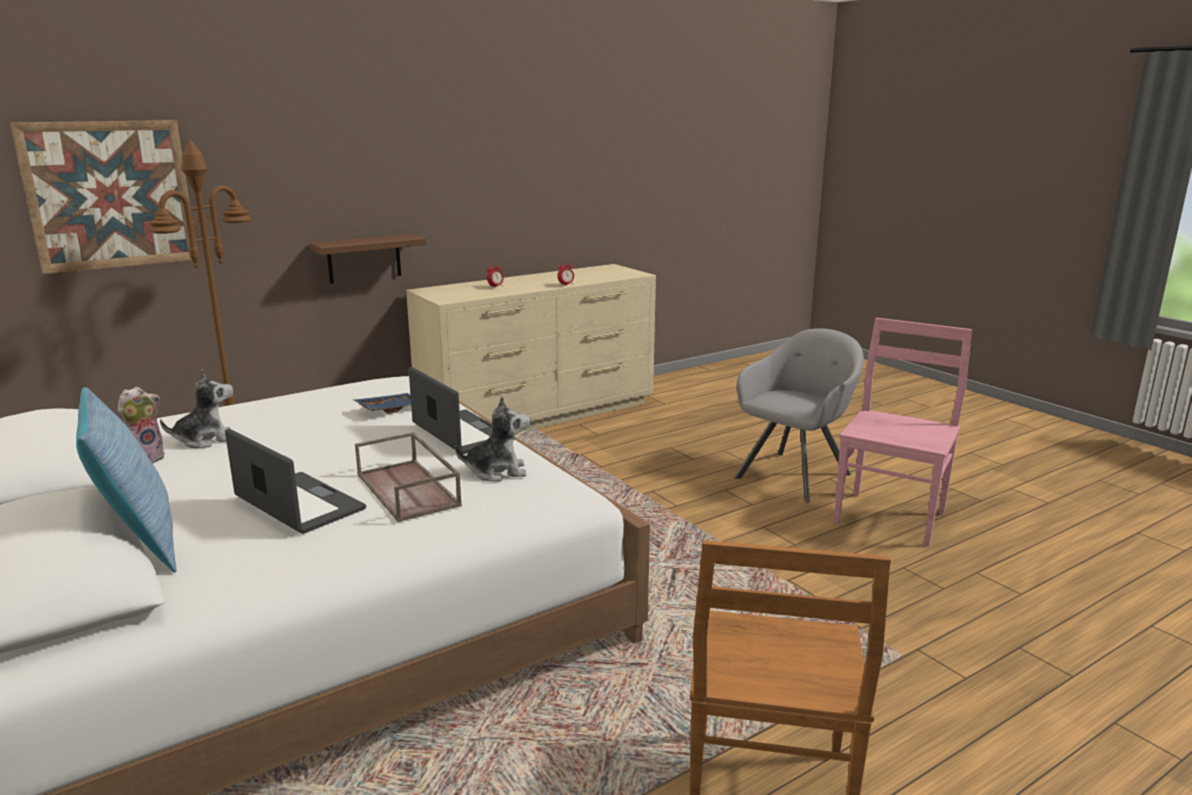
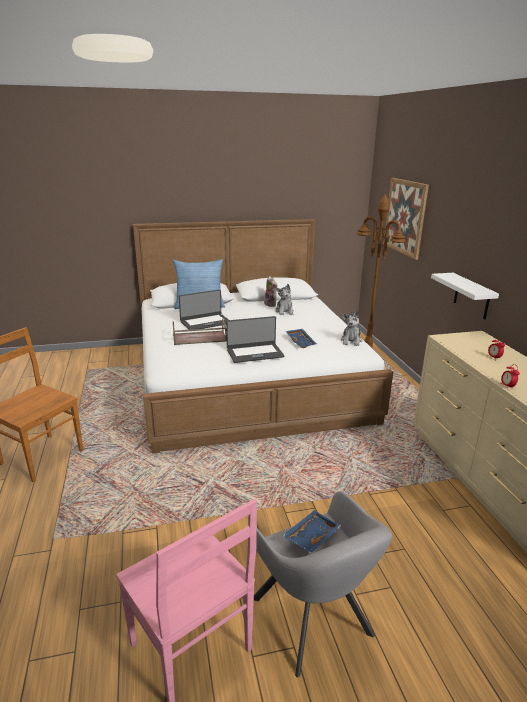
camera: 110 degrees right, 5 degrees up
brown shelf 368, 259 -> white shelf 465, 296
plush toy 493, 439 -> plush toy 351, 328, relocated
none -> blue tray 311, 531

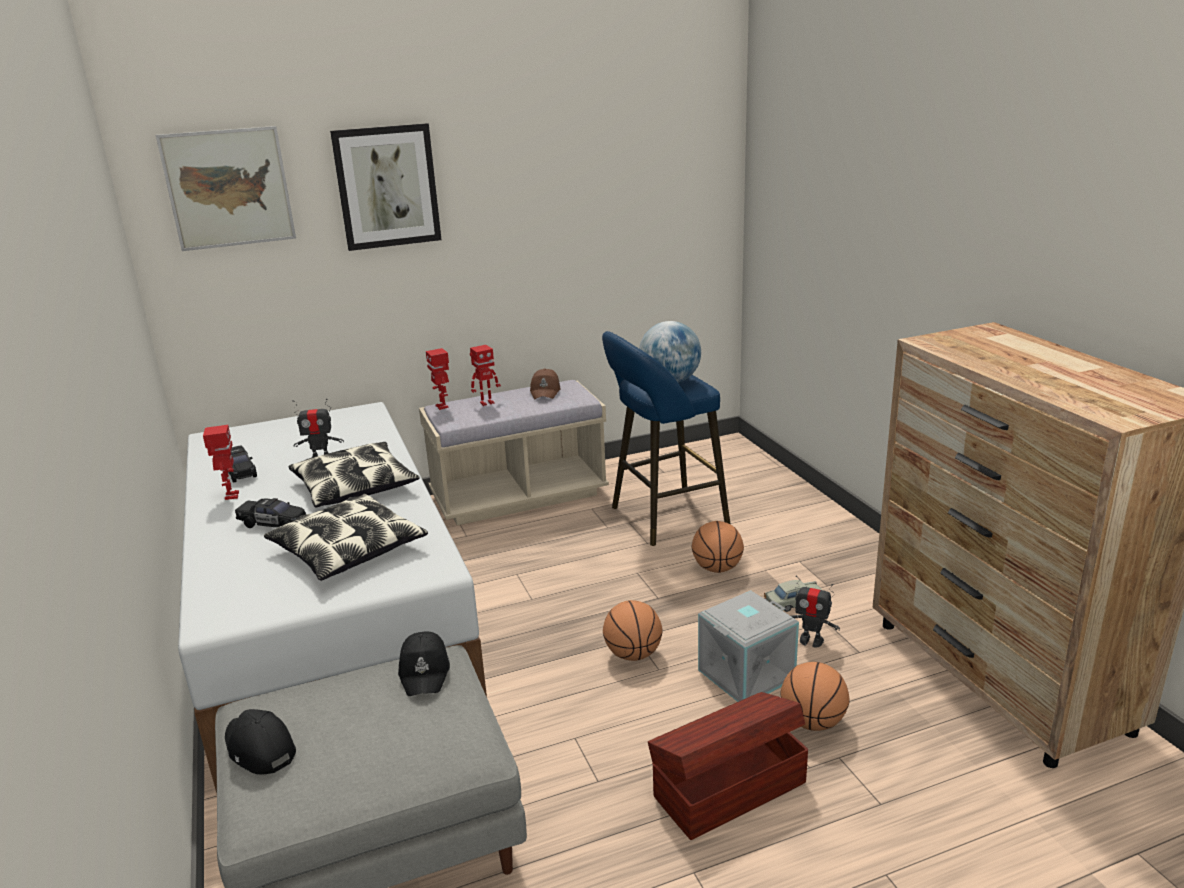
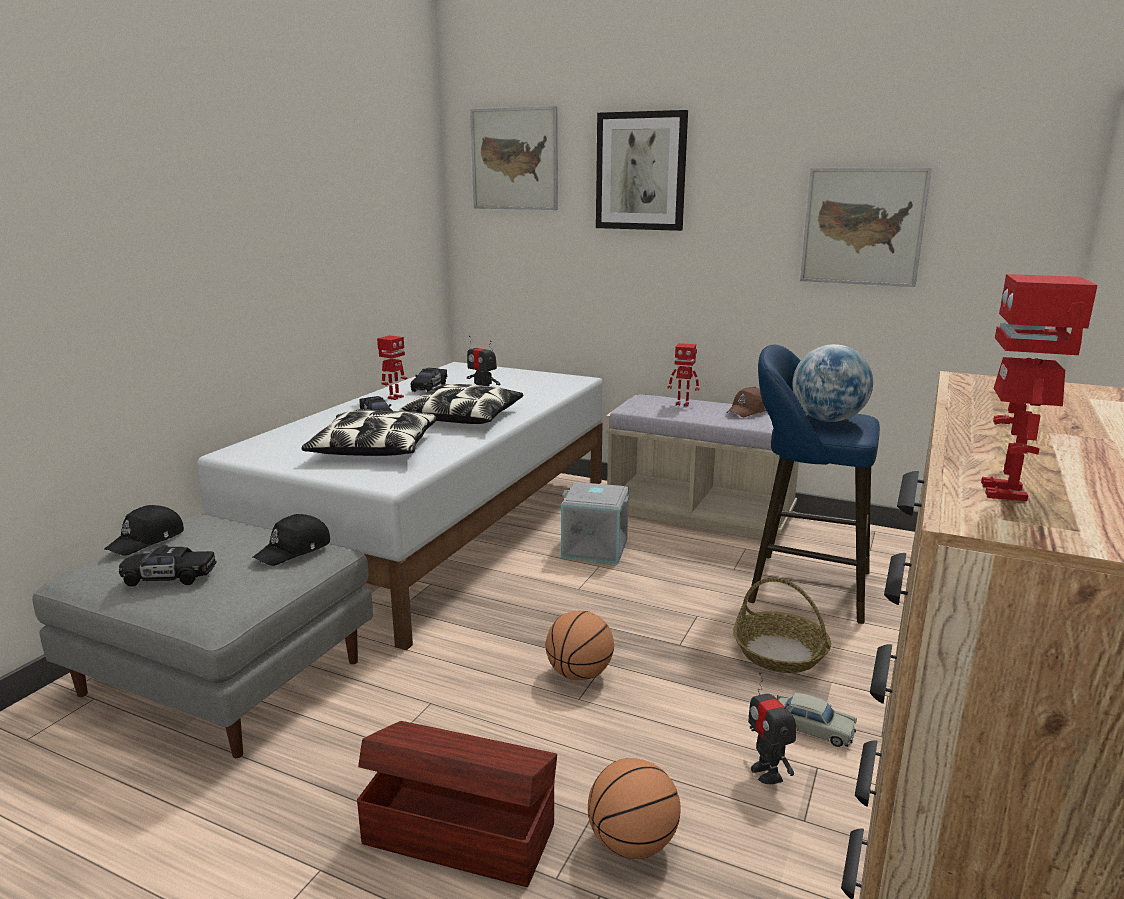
camera: 45 degrees right, 5 degrees down
toy robot 437, 379 -> toy robot 1039, 387, relocated
basketball 718, 547 -> basket 782, 625
grey storage box 748, 646 -> grey storage box 595, 523, relocated
black cap 260, 742 -> black cap 144, 530, 150 degrees counterclockwise
none -> picture 866, 227
none -> black toy car 168, 566

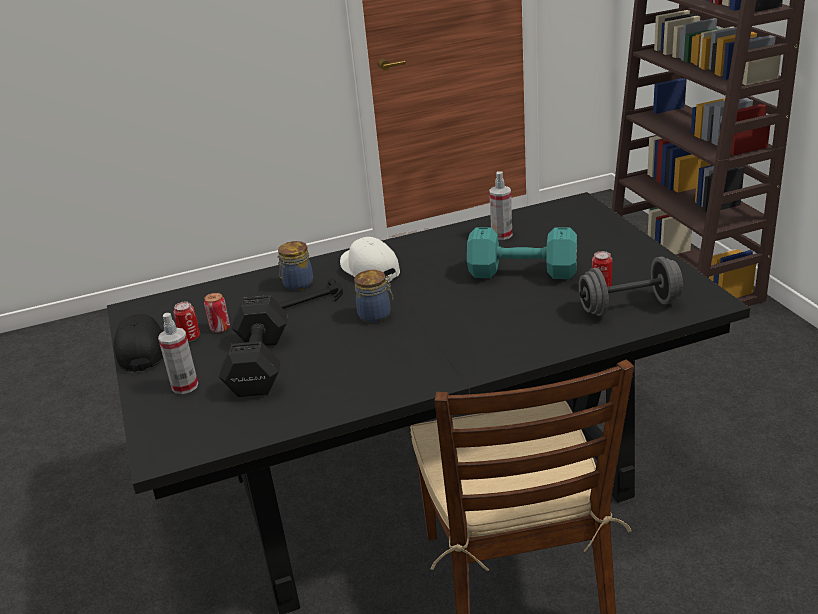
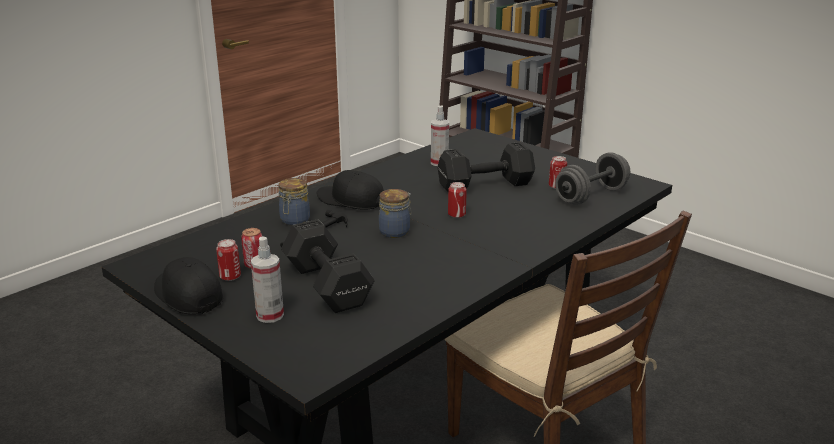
camera: 30 degrees left, 5 degrees down
turquoise dumbbell 522, 253 -> black dumbbell 486, 166
white cap 370, 259 -> black cap 350, 190
none -> can 457, 200

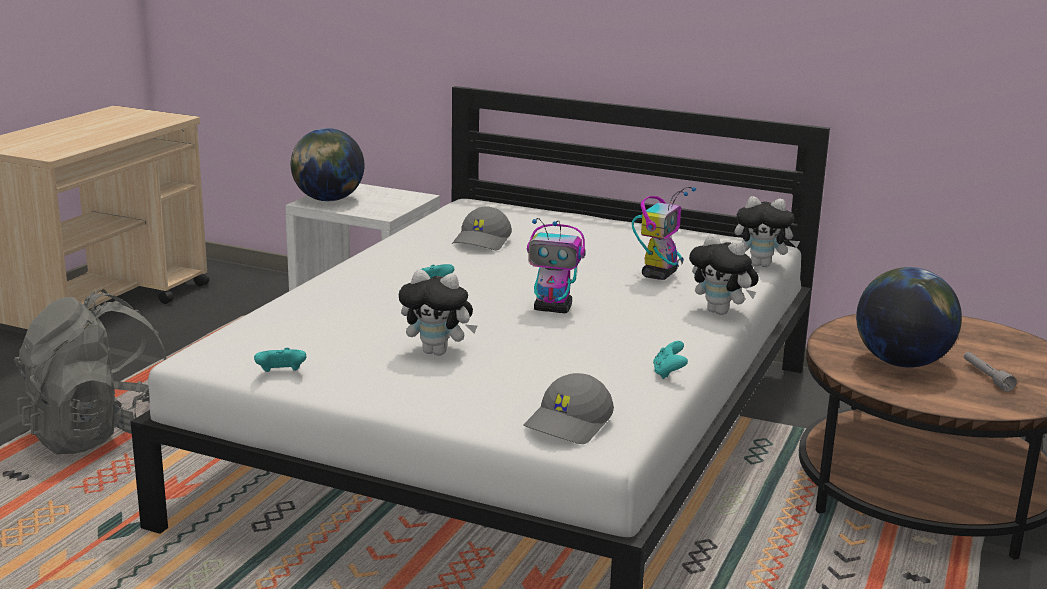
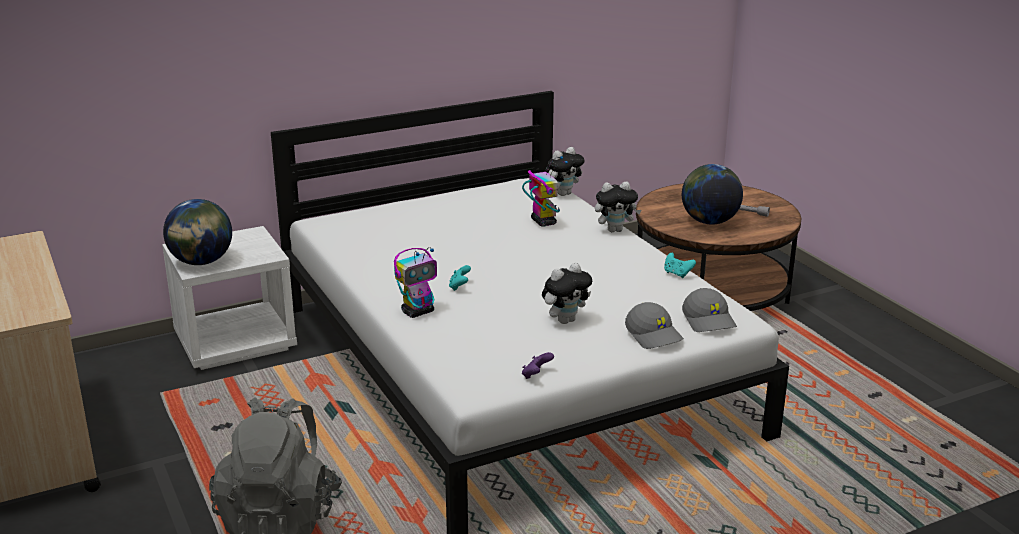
camera: 50 degrees left, 5 degrees up
grey cap 482, 228 -> grey cap 654, 325, relocated
toy robot 556, 265 -> toy robot 415, 282, relocated
turquoise game controller 280, 360 -> purple game controller 538, 365

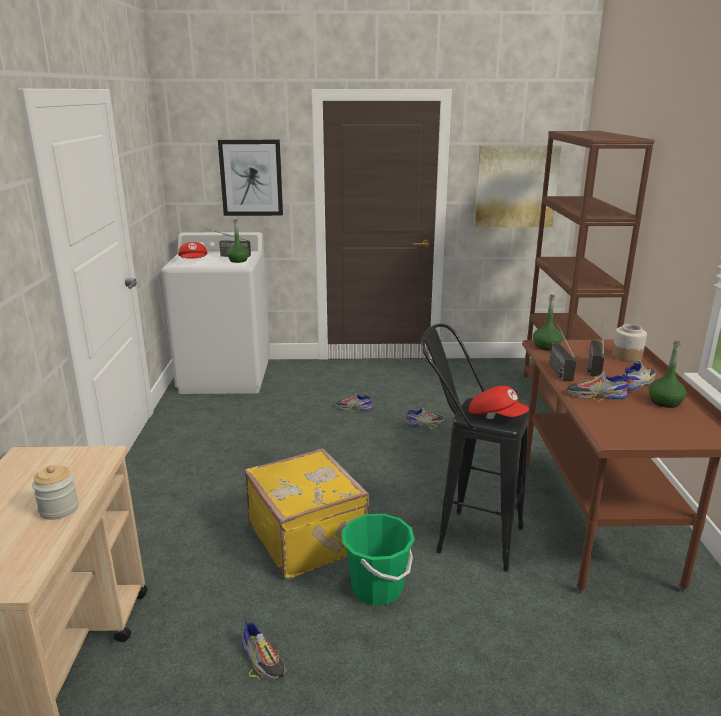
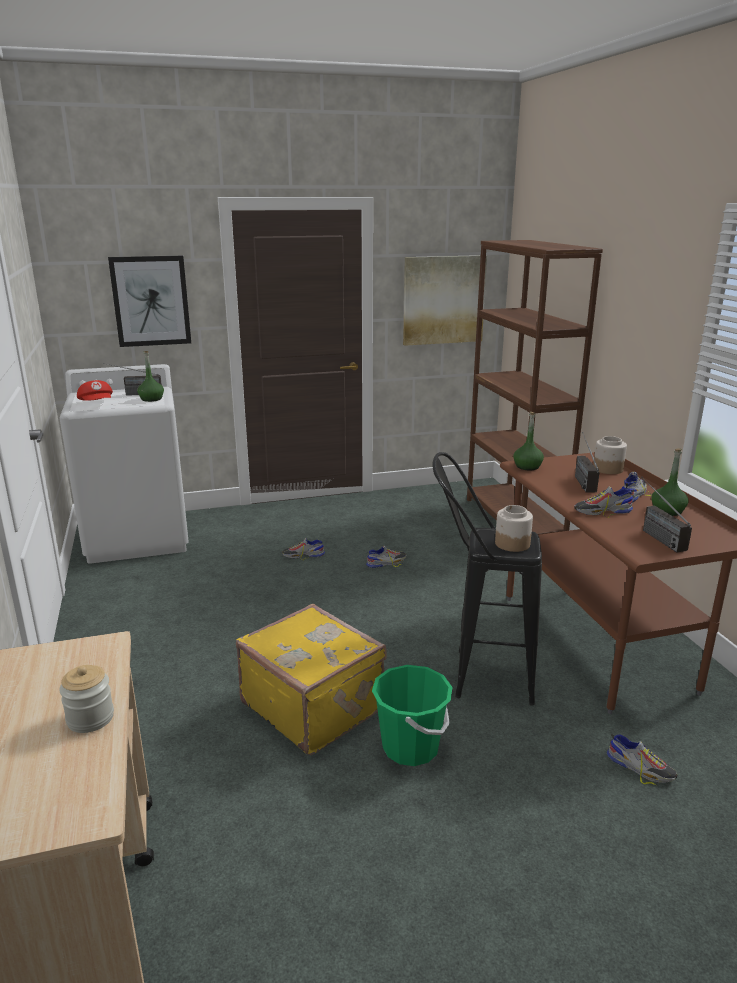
camera: 15 degrees left, 0 degrees up
radio 562, 350 -> radio 666, 515, relocated
red cap 499, 401 -> jar 514, 528
shoe 263, 650 -> shoe 642, 759, relocated

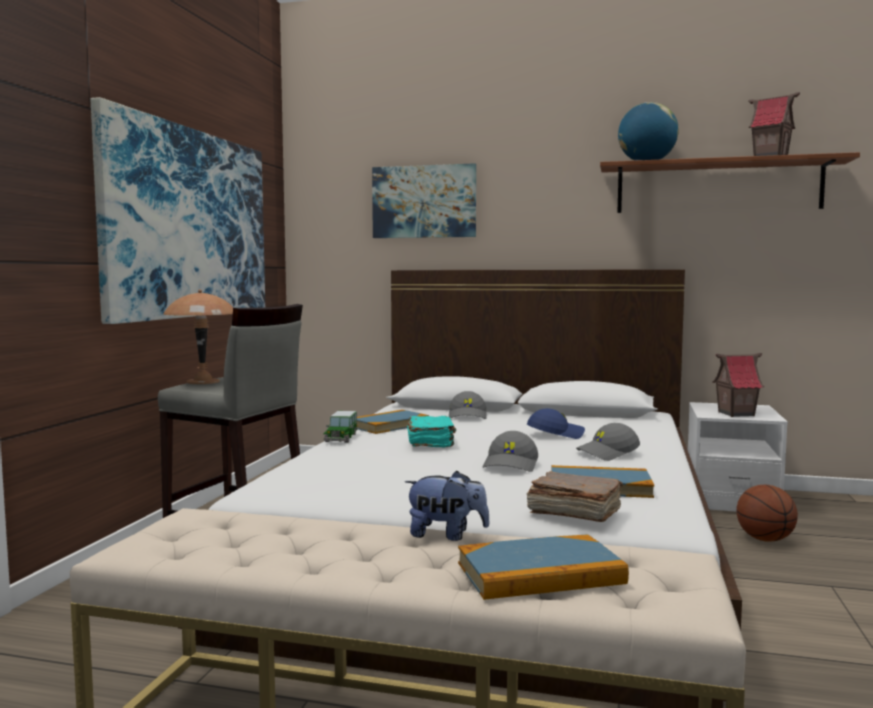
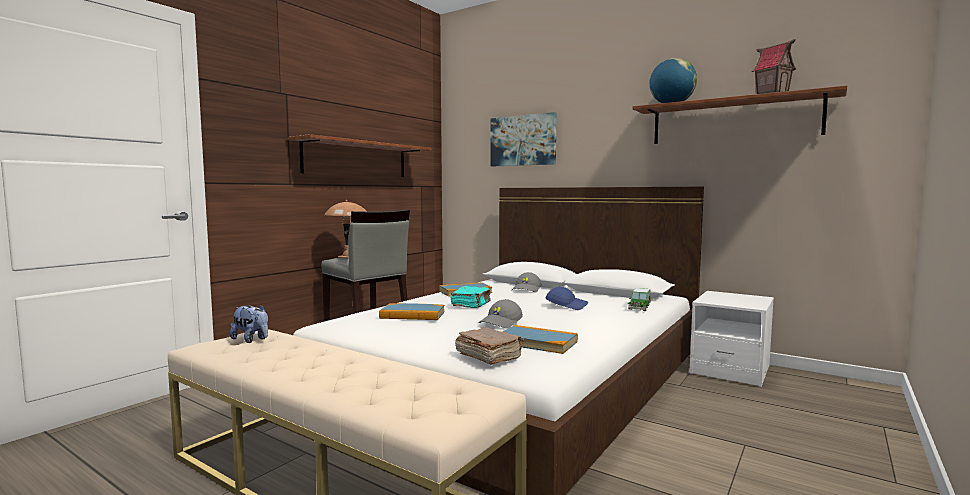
camera: 20 degrees right, 0 degrees up
picture 178, 210 -> shelf 359, 155
toy house 738, 385 -> none
toy car 340, 427 -> toy car 639, 299, relocated
grey cap 608, 442 -> none
plush toy 447, 506 -> plush toy 249, 323, relocated
basketball 767, 513 -> none
book 543, 567 -> book 412, 311, relocated

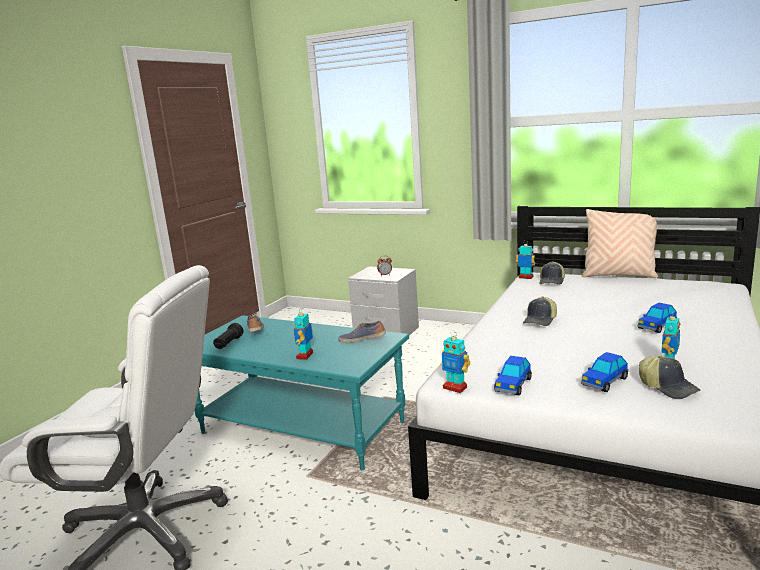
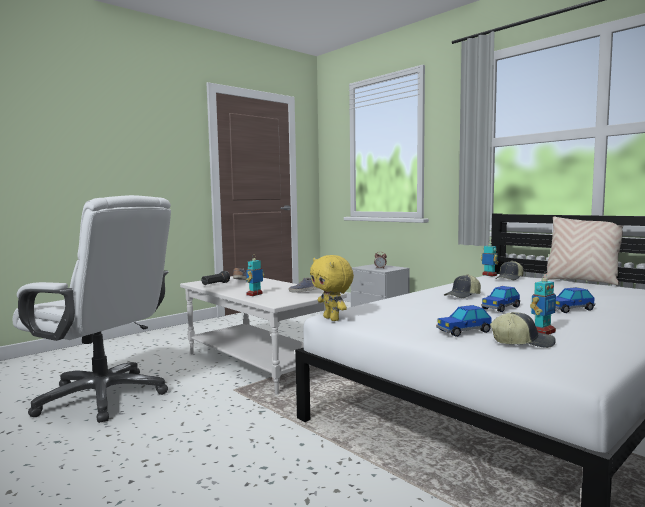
camera: 20 degrees right, 10 degrees down
turquoise coffee table 301, 392 -> white coffee table 263, 335
toy robot 455, 362 -> yellow plush toy 332, 288
toy car 513, 375 -> toy car 500, 299, relocated
cap 670, 377 -> cap 523, 330, 75 degrees counterclockwise

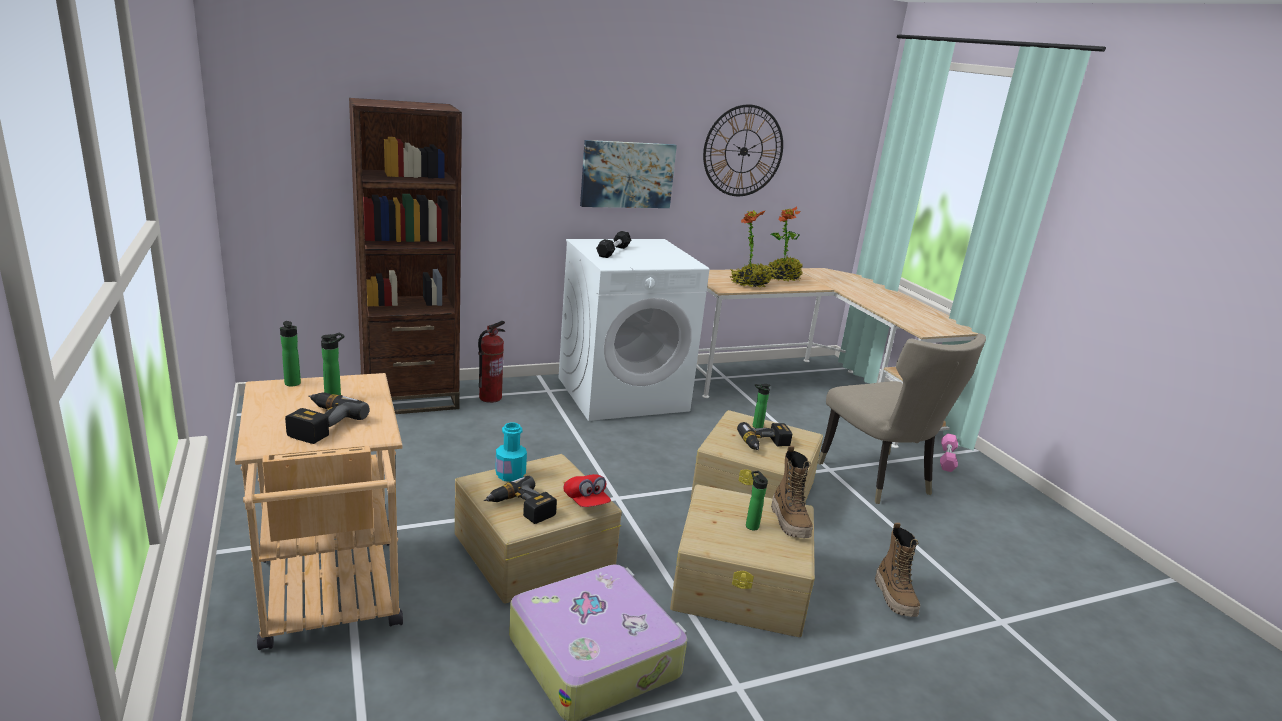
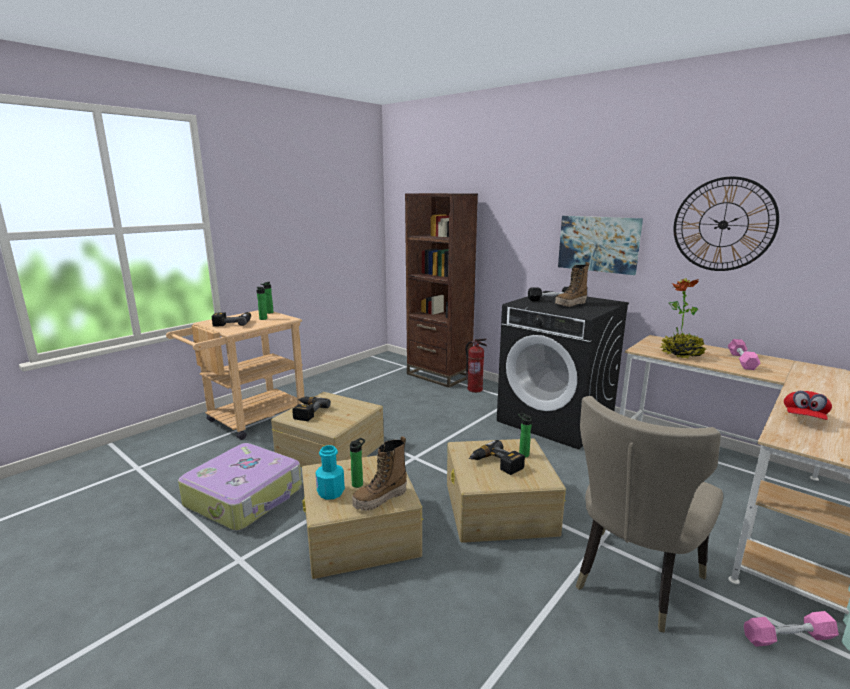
camera: 65 degrees right, 5 degrees down
potted plant 785, 244 -> pink dumbbell 744, 354
white washing machine 633, 330 -> black washing machine 563, 370
turquoise bottle 511, 452 -> turquoise bottle 330, 472, relocated
red cap 587, 490 -> red cap 808, 405, relocated
boot 897, 570 -> boot 572, 284, relocated

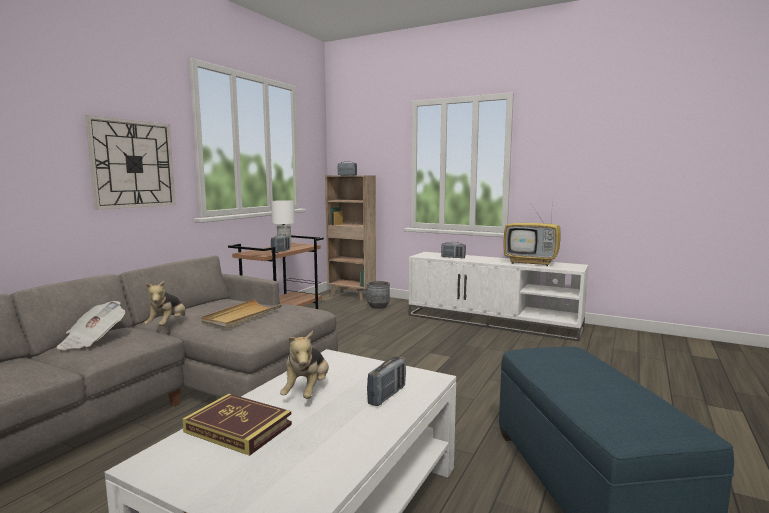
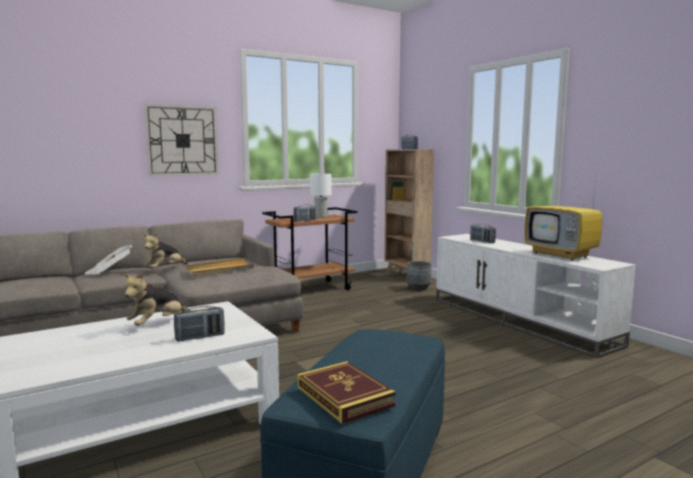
camera: 30 degrees right, 0 degrees up
book 237, 425 -> book 346, 392, relocated

